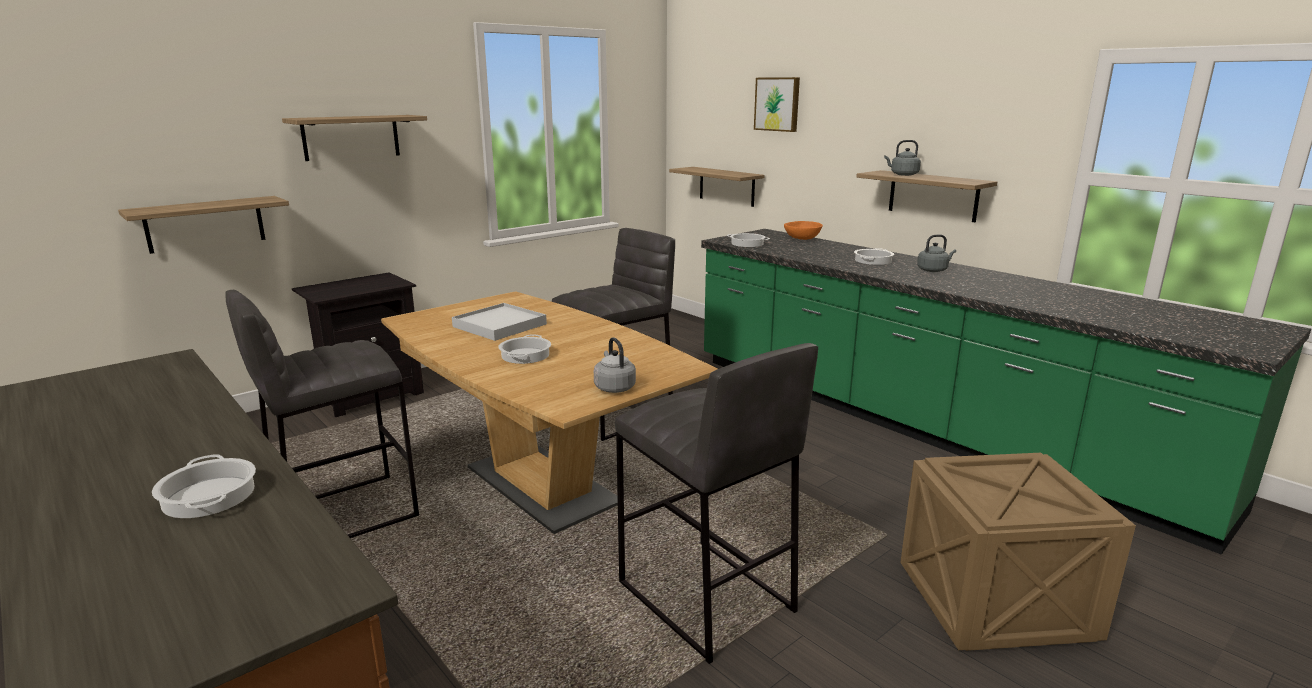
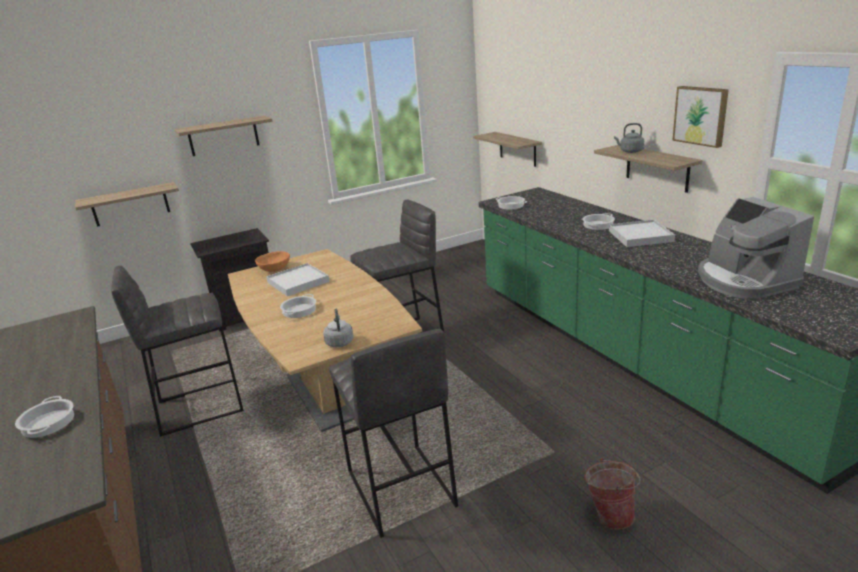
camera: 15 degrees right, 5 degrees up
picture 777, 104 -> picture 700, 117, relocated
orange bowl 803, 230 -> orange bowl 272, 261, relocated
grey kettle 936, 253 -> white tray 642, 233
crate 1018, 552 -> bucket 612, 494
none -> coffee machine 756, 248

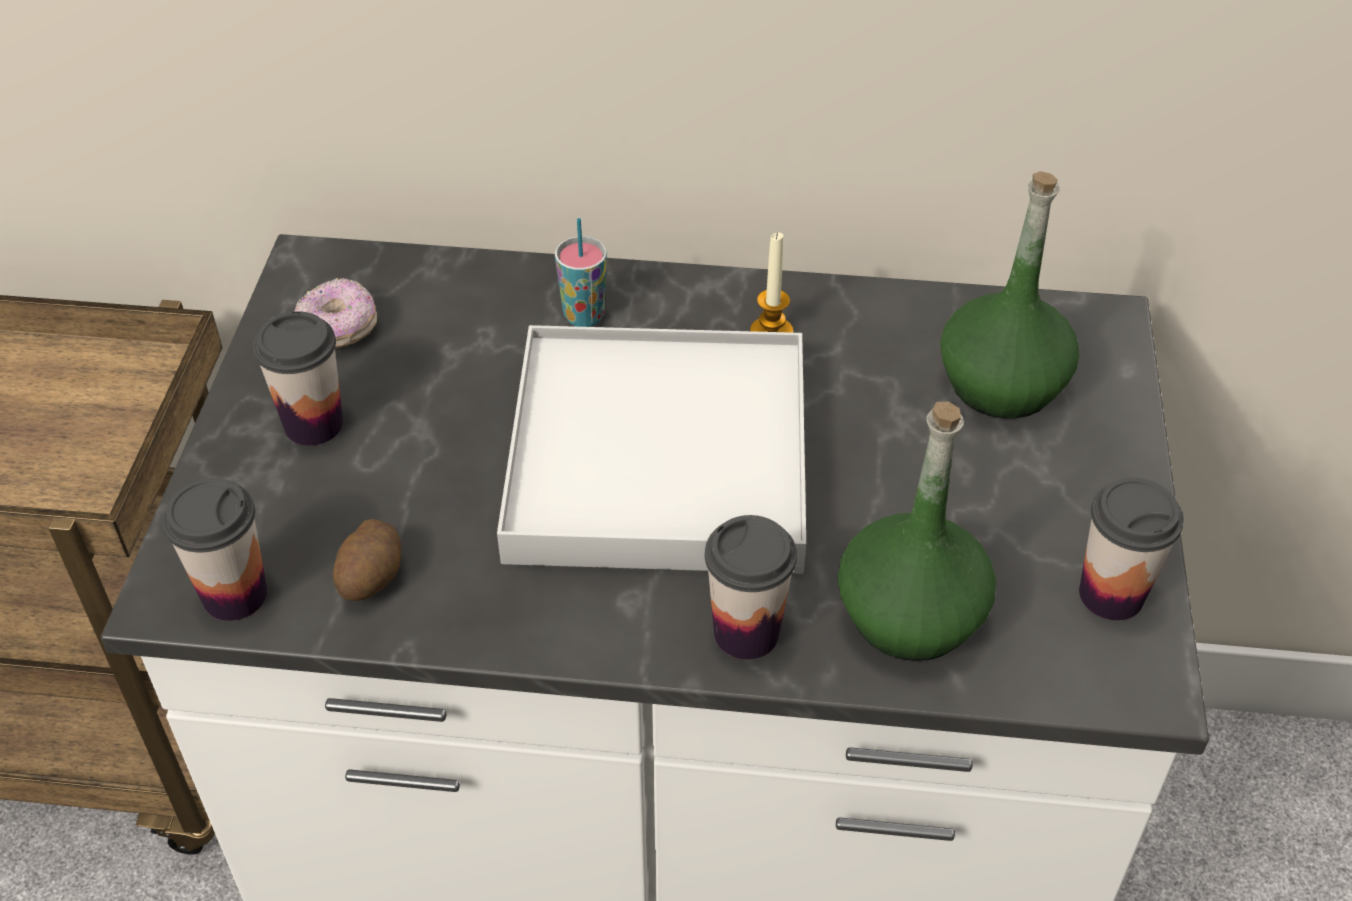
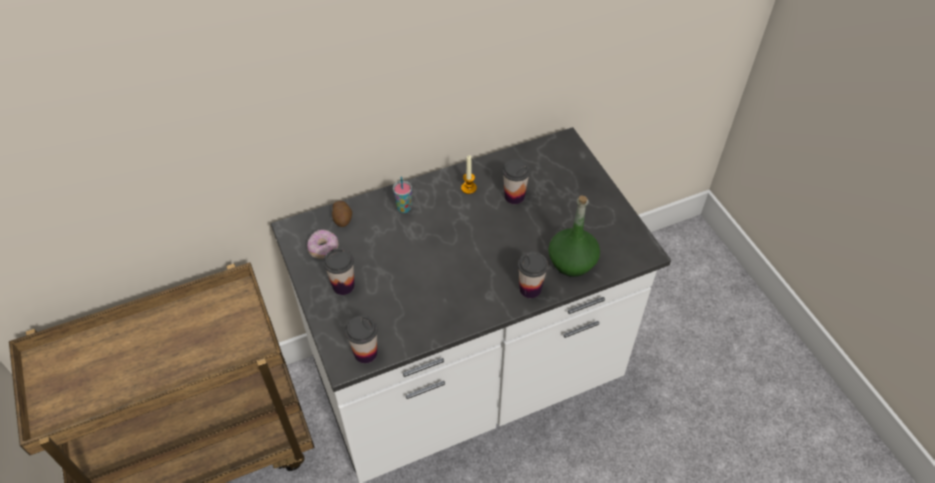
camera: 30 degrees left, 5 degrees up
green bottle 1010, 295 -> none
white tray 651, 449 -> none
cup 1131, 549 -> cup 516, 181, relocated
potato 367, 560 -> potato 342, 214, relocated

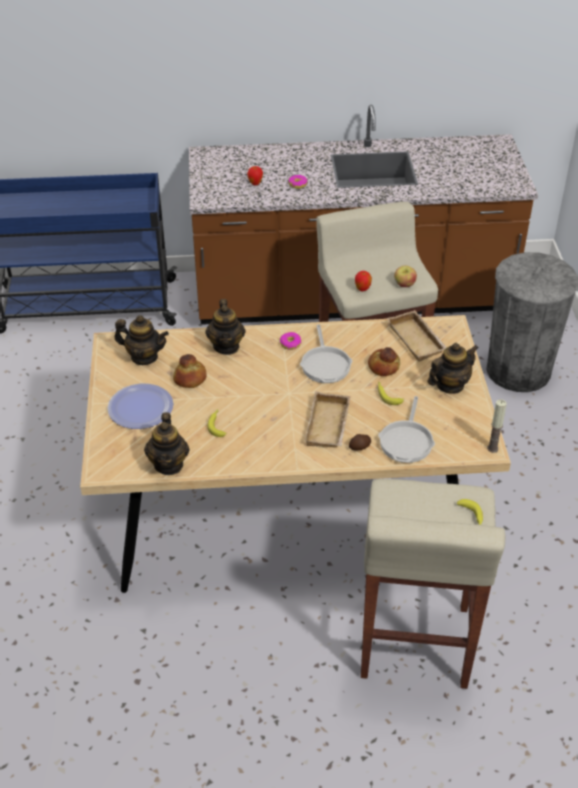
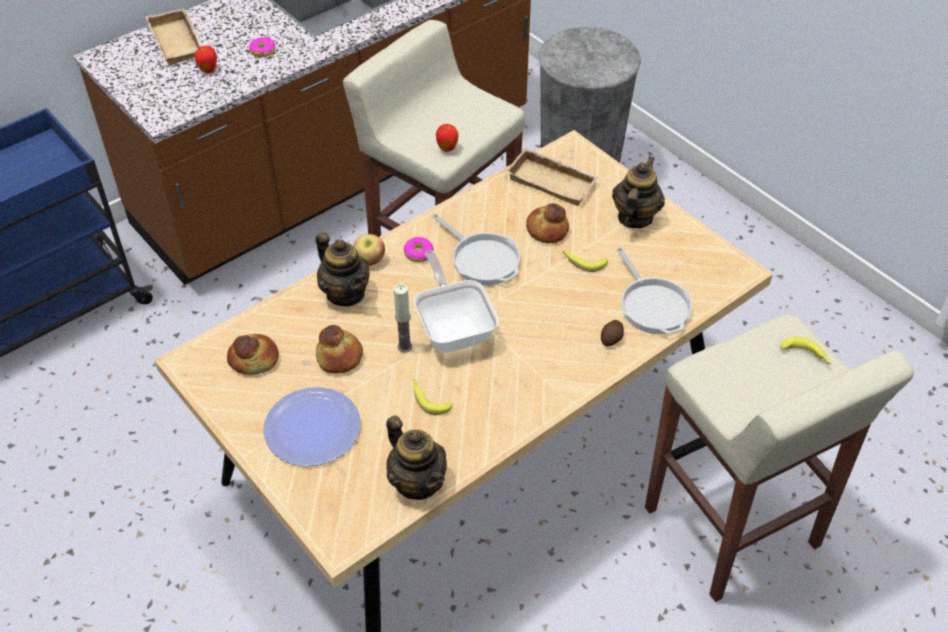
camera: 35 degrees left, 5 degrees up
apple 405, 276 -> apple 369, 250, relocated
teapot 141, 340 -> bread 253, 354
beige tray 327, 419 -> beige tray 174, 36, relocated
candle 497, 426 -> candle 403, 318, relocated
none -> frying pan 456, 302

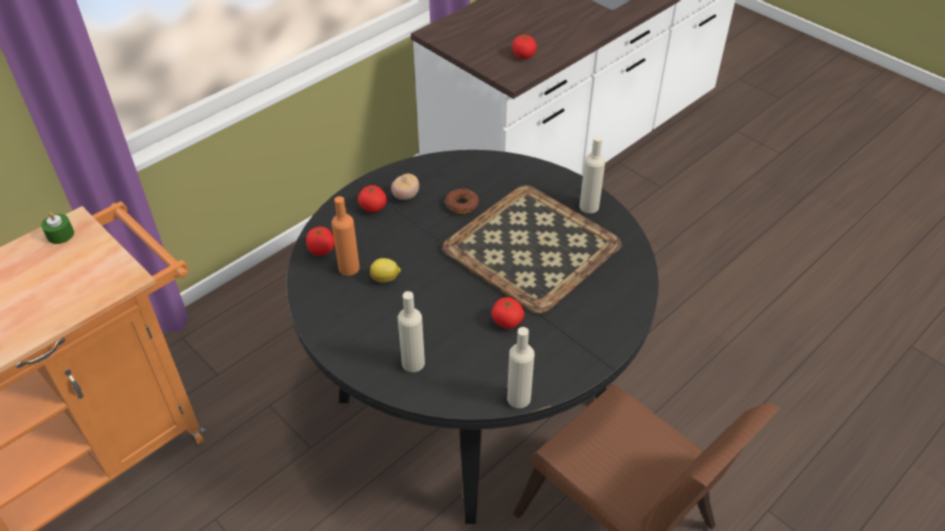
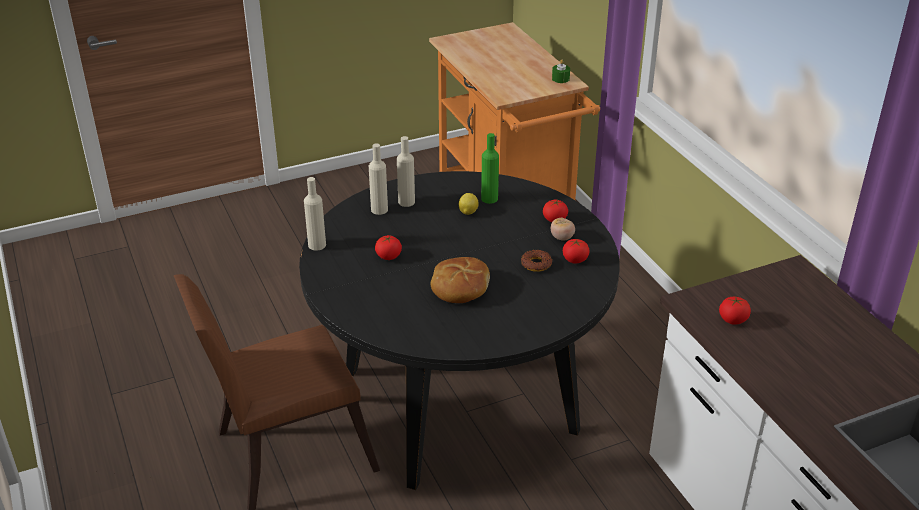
camera: 110 degrees right, 10 degrees down
beige bottle 592, 174 -> beige bottle 406, 171, relocated
tray 532, 249 -> bread 460, 280
orange bottle 345, 236 -> green bottle 490, 168
tomato 320, 241 -> tomato 576, 251, relocated

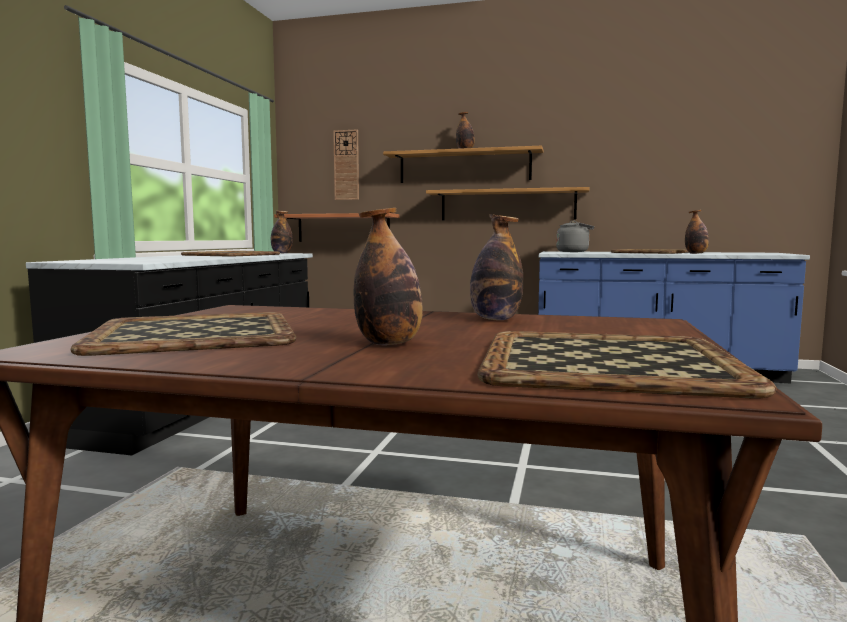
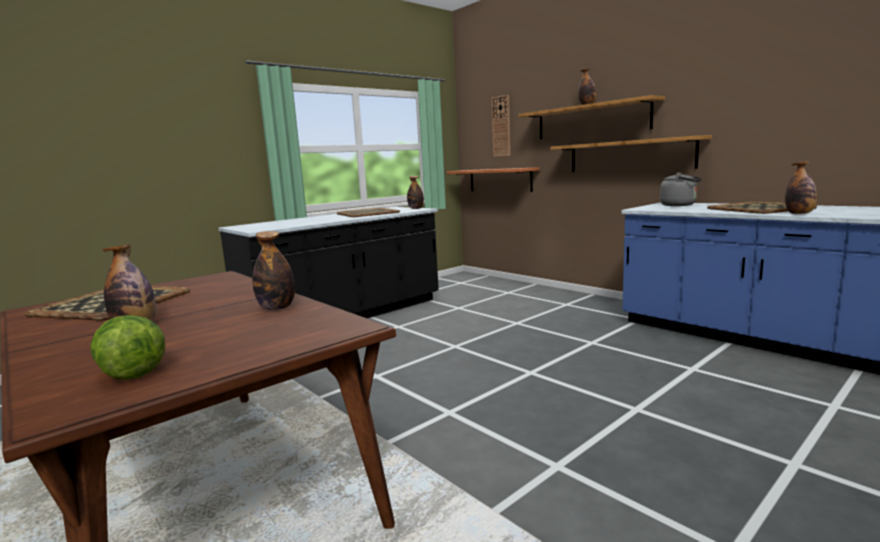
camera: 35 degrees right, 5 degrees up
tray 627, 364 -> lettuce 127, 347

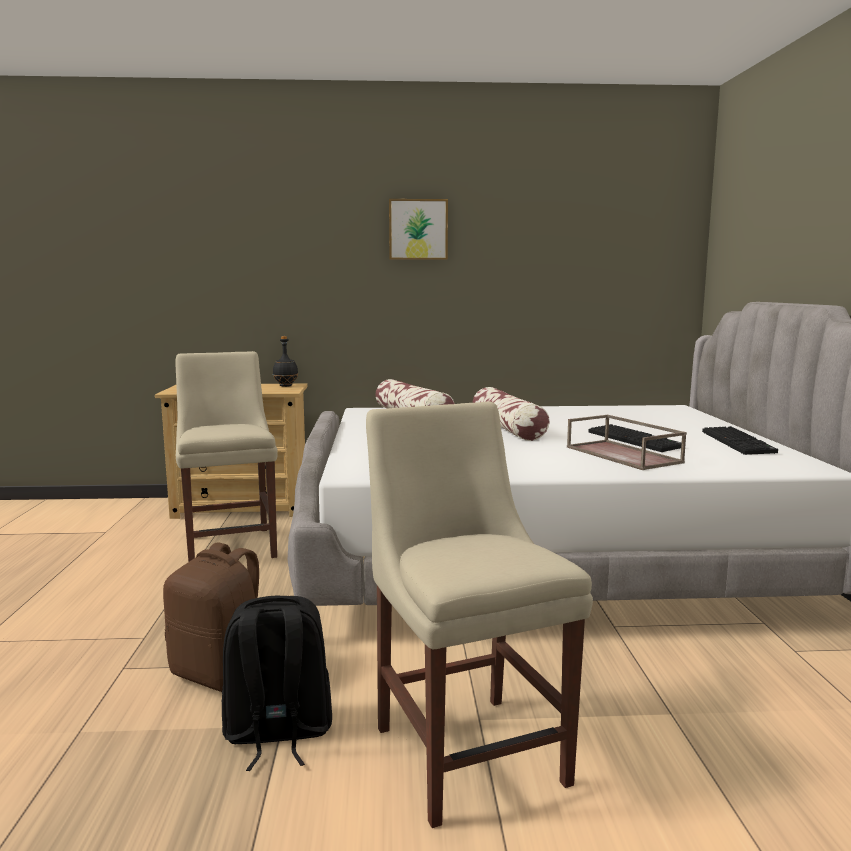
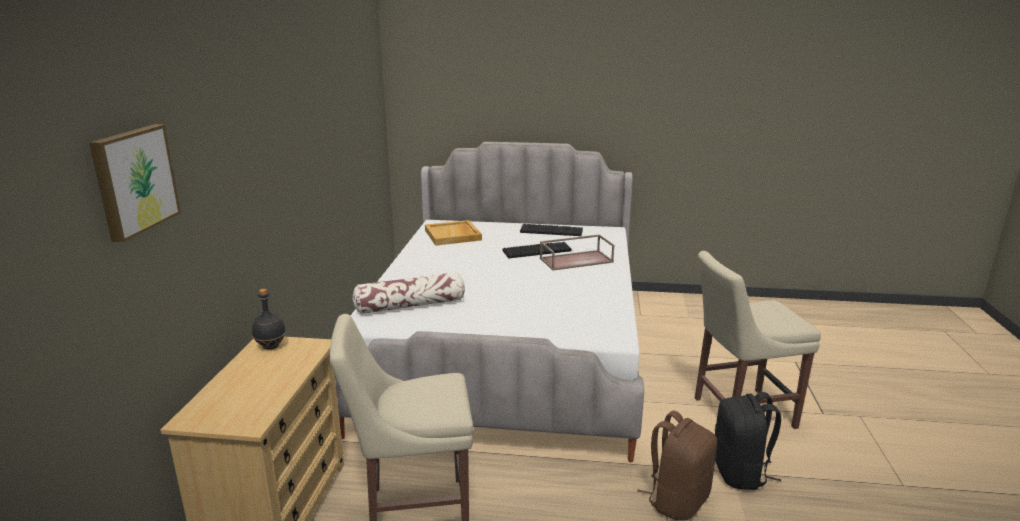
camera: 80 degrees left, 10 degrees up
picture 418, 229 -> picture 135, 183, relocated
pillow 511, 414 -> none
none -> beige tray 453, 233

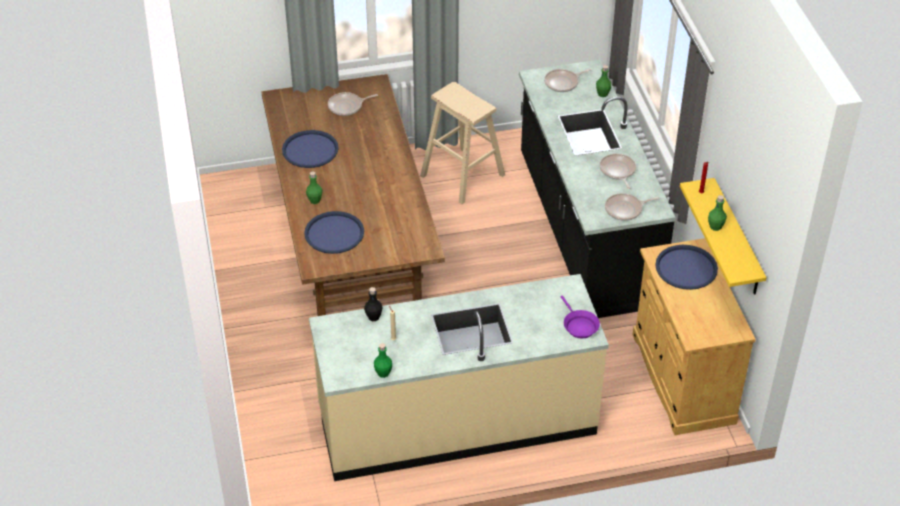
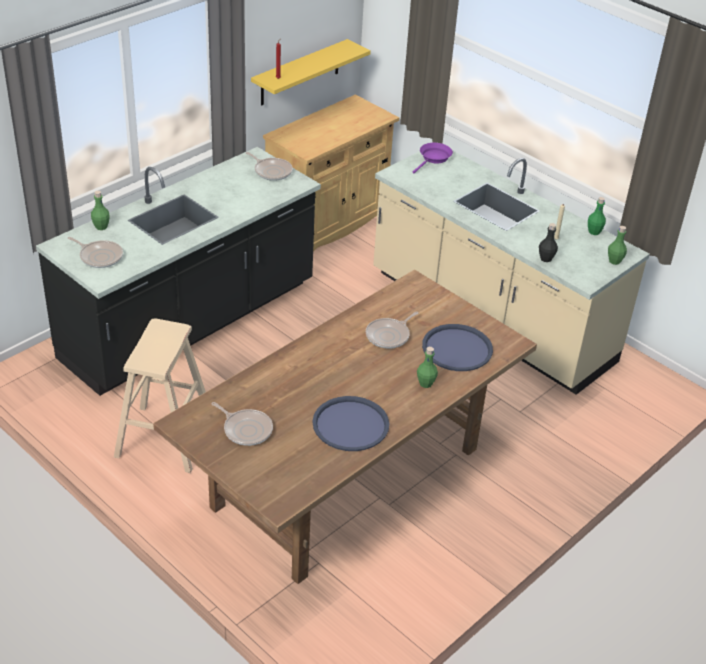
camera: 125 degrees left, 5 degrees down
frying pan 618, 171 -> frying pan 392, 329, relocated
green bottle 717, 213 -> green bottle 617, 245, relocated
blue tray 686, 267 -> none

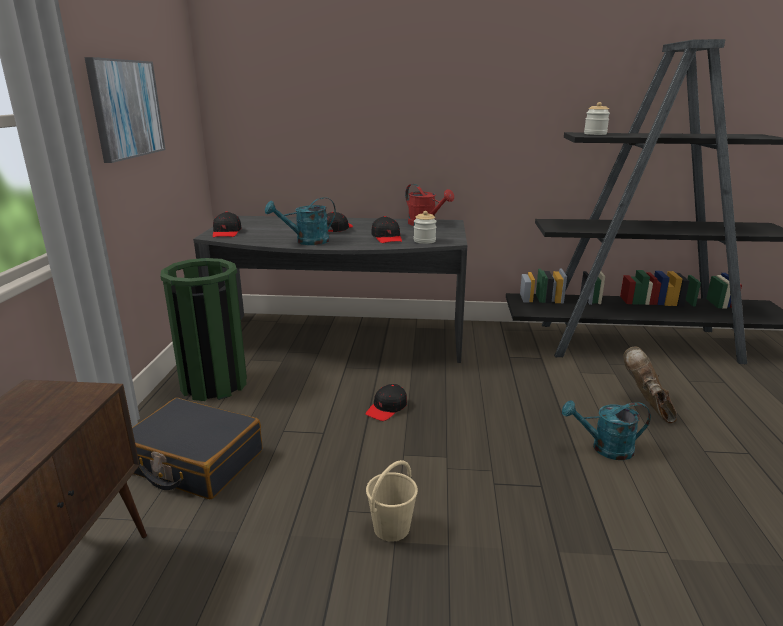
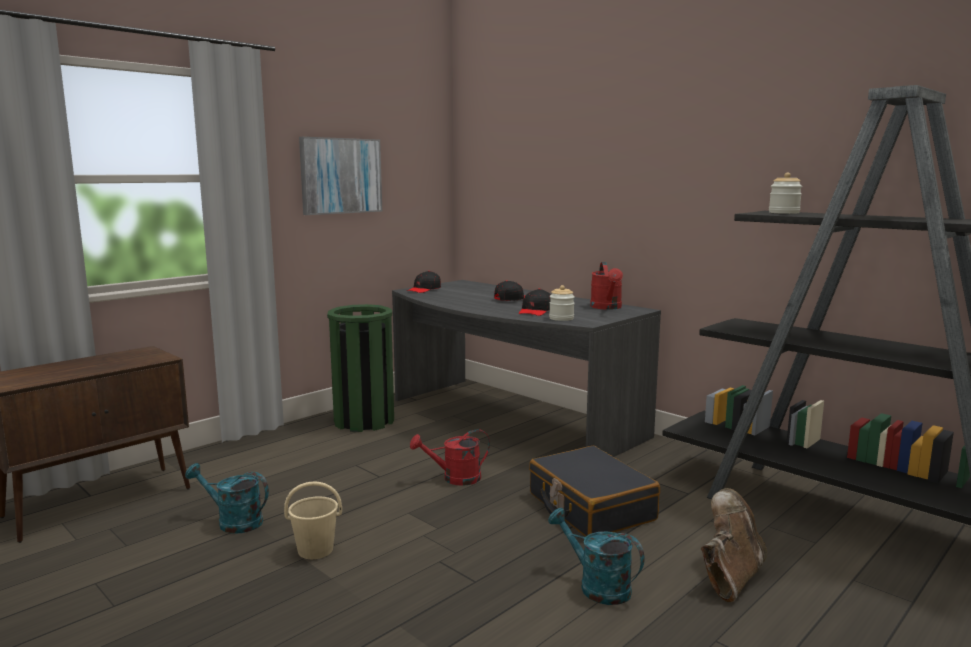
camera: 40 degrees right, 10 degrees down
turquoise watering can 300, 221 -> turquoise watering can 227, 498, relocated
black cap 386, 402 -> red watering can 450, 457
black suitcase 197, 448 -> black suitcase 594, 491, relocated

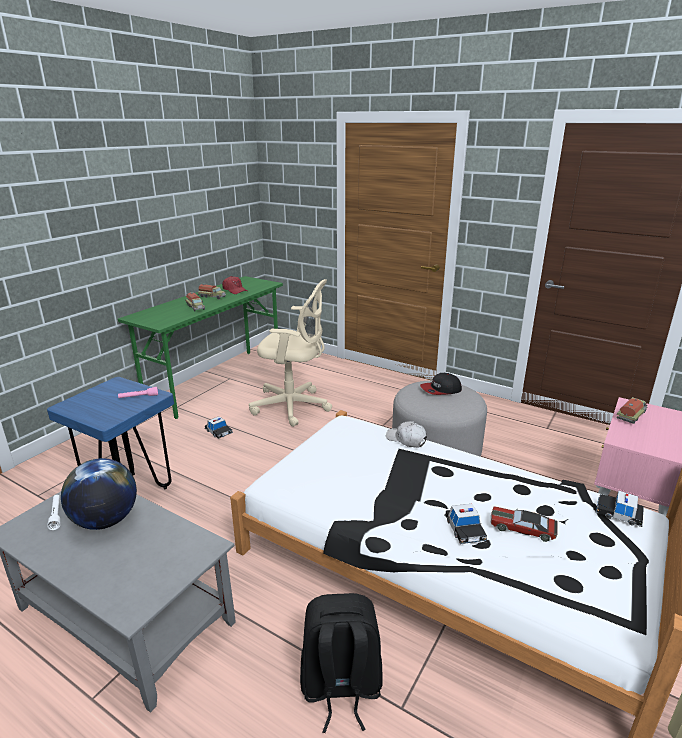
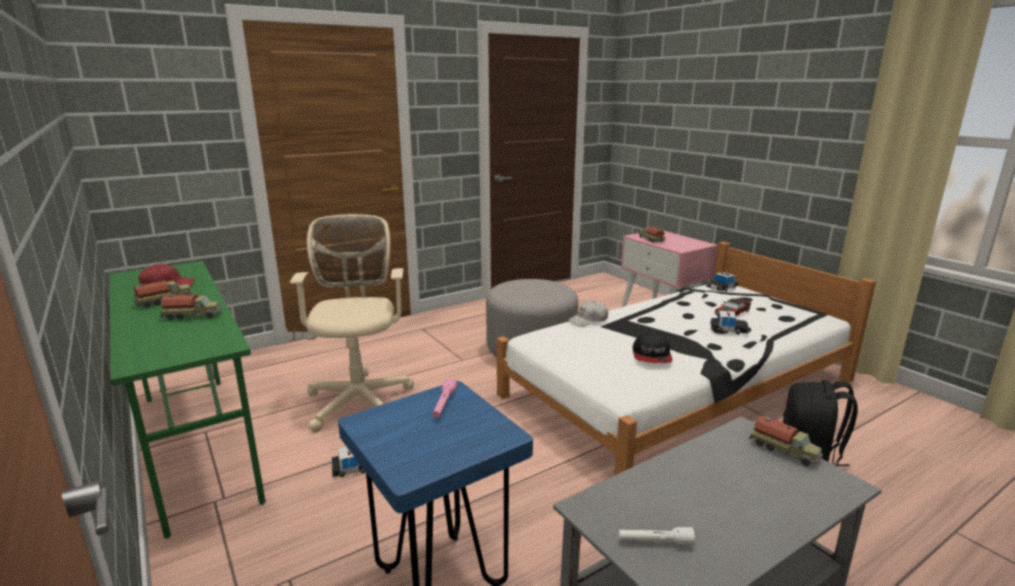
camera: 65 degrees left, 5 degrees down
beige office chair 290, 353 -> beige office chair 352, 323, 45 degrees counterclockwise
cap 441, 384 -> cap 653, 347, relocated
globe 99, 494 -> none
none -> toy truck 786, 441

